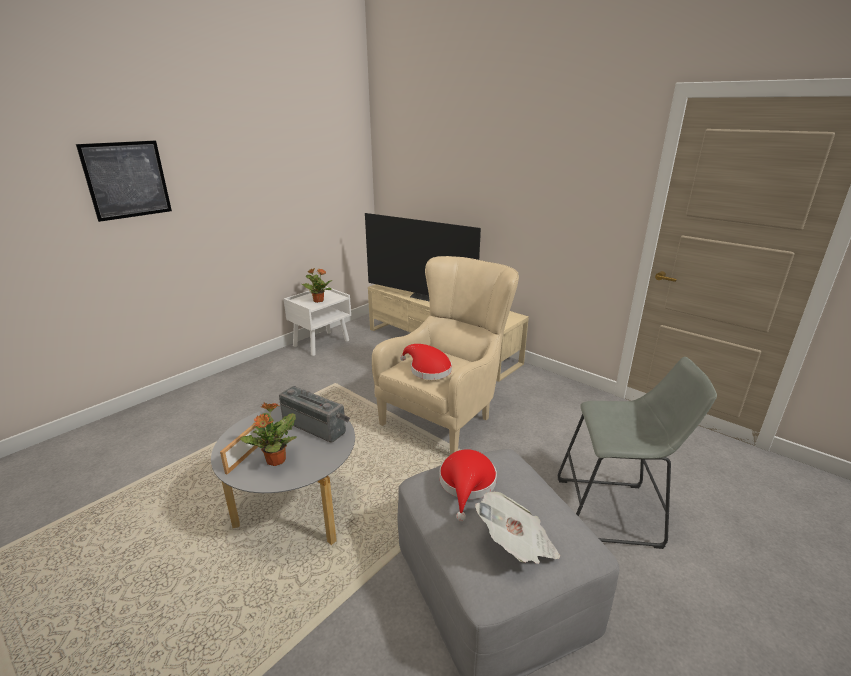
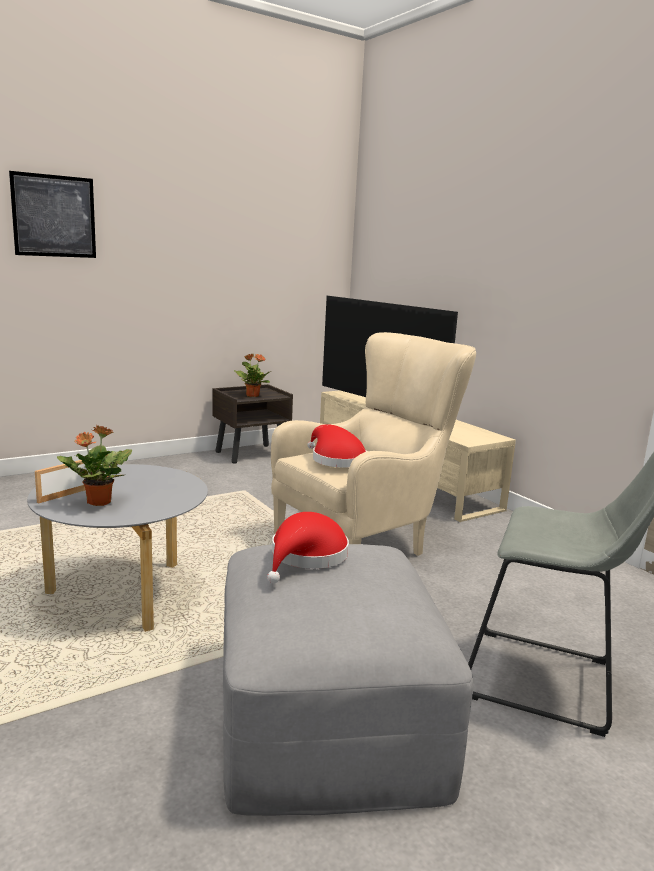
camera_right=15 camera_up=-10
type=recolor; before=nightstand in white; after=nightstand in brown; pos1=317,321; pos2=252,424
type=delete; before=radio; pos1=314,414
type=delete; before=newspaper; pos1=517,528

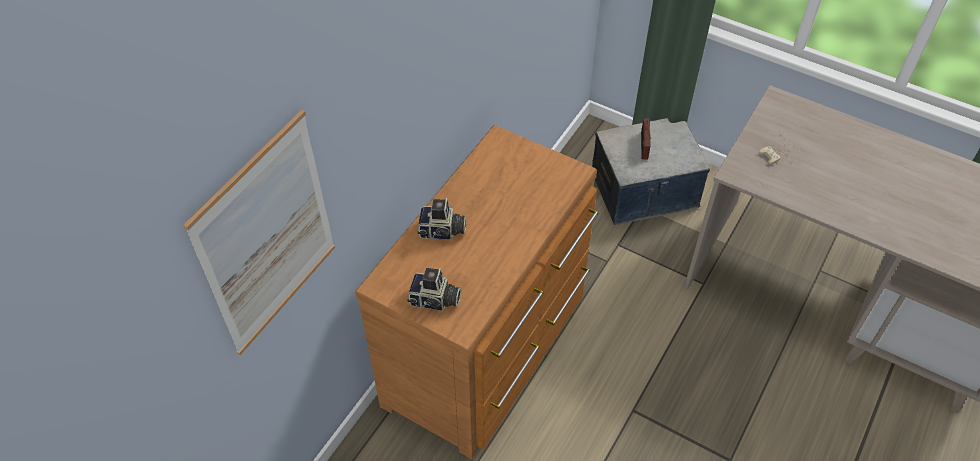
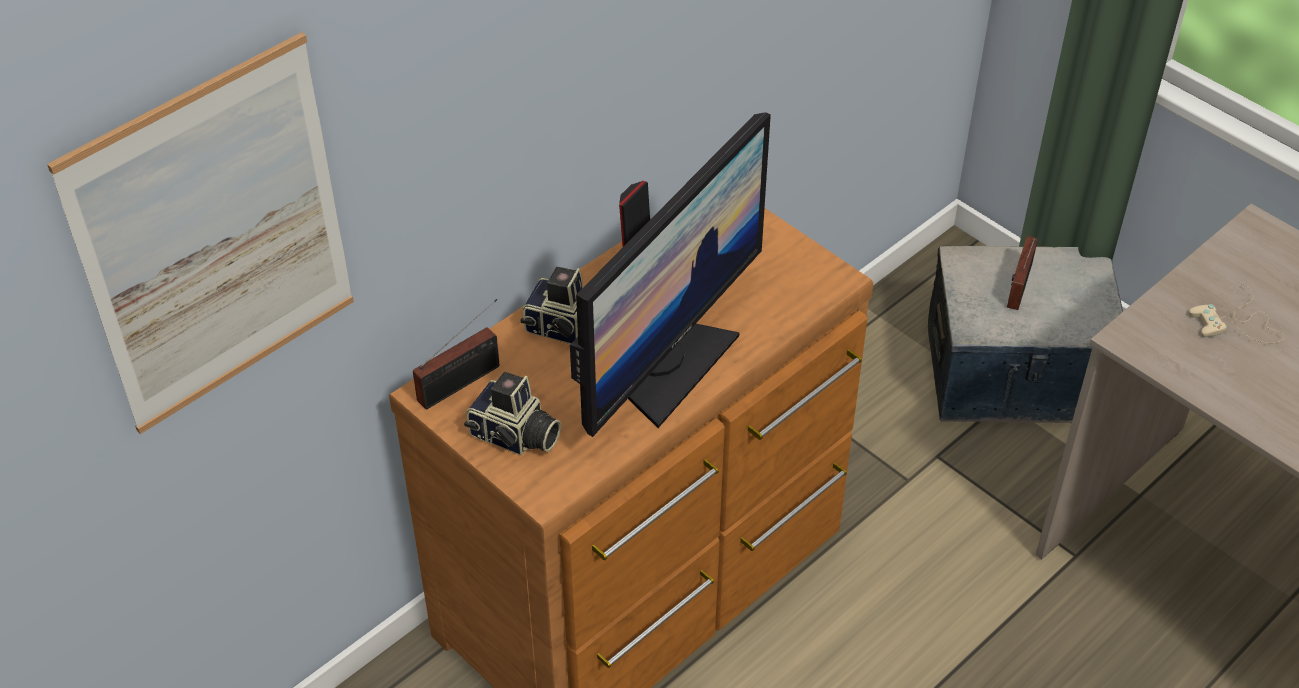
camera_right=15 camera_up=-5
type=insert; after=radio; pos2=456,354
type=insert; after=monitor; pos2=670,274

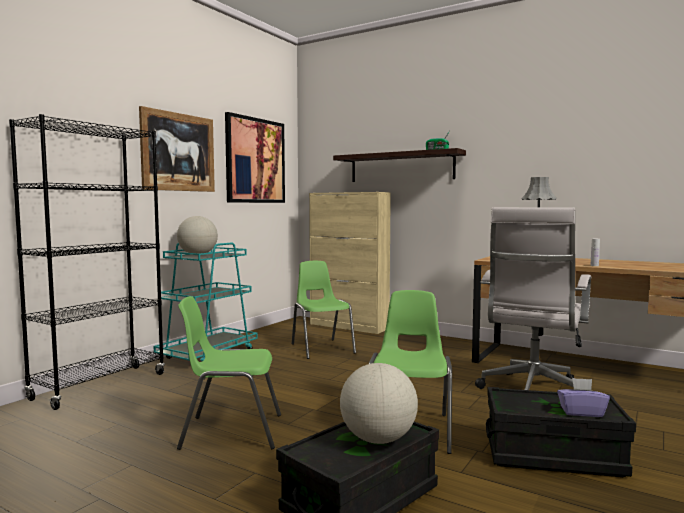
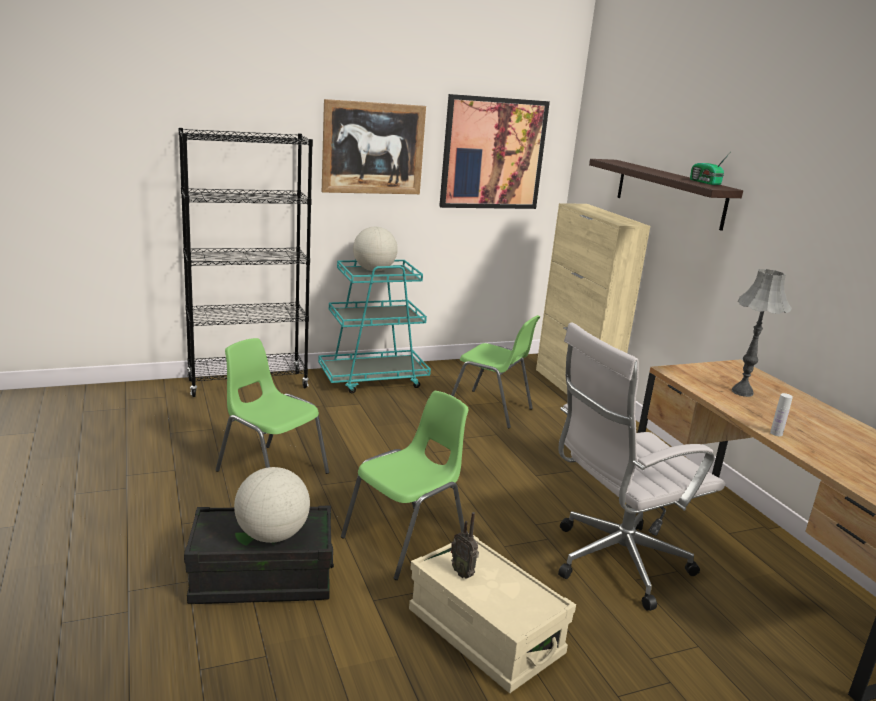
camera_right=35 camera_up=15
type=recolor; before=storage box in black; after=storage box in beige; pos1=561,432; pos2=492,613
type=rotate; before=chair in green; pos1=324,310; pos2=495,371; turn=105
type=insert; after=radio; pos2=465,545
type=delete; before=tissue box in purple; pos1=583,397

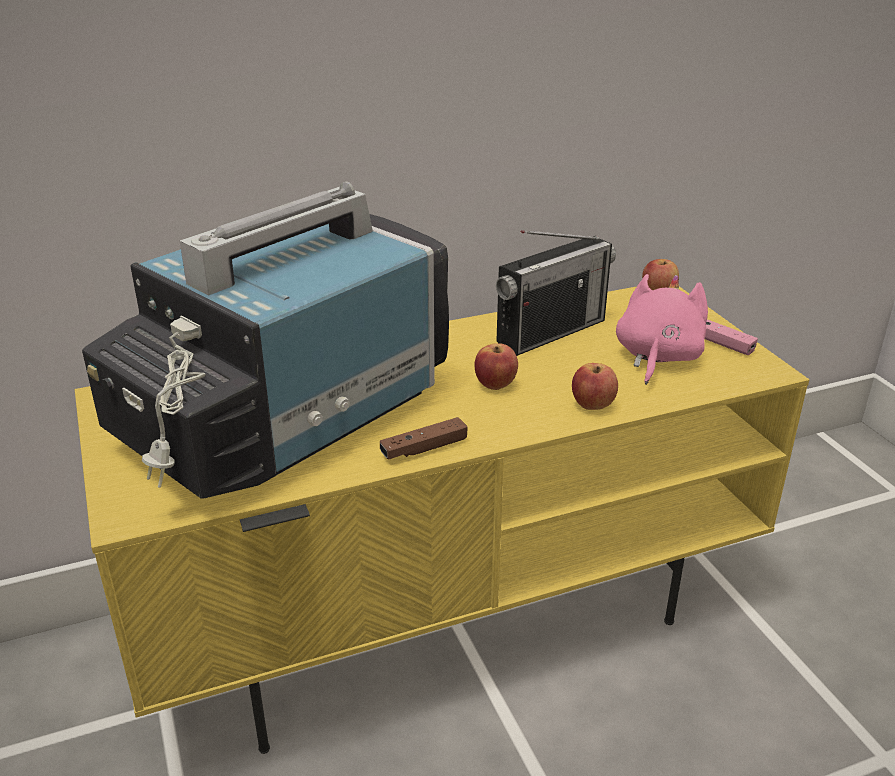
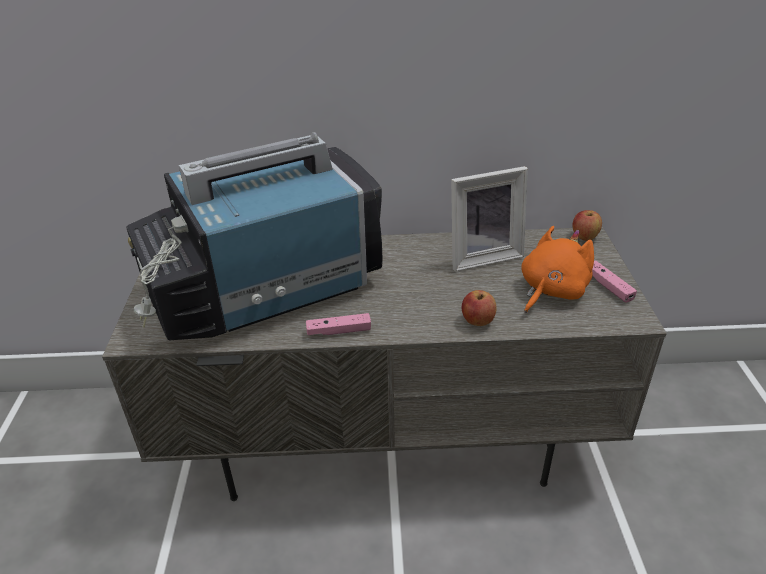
camera_right=20 camera_up=5
type=recolor; before=tv stand in yellow; after=tv stand in grey; pos1=442,520; pos2=384,364
type=recolor; before=game controller in brown; after=game controller in pink; pos1=424,438; pos2=338,324
type=replace; before=radio; after=picture frame; pos1=556,293; pos2=489,218
type=recolor; before=plush toy in pink; after=plush toy in orange; pos1=662,329; pos2=557,269
type=delete; before=apple; pos1=496,366

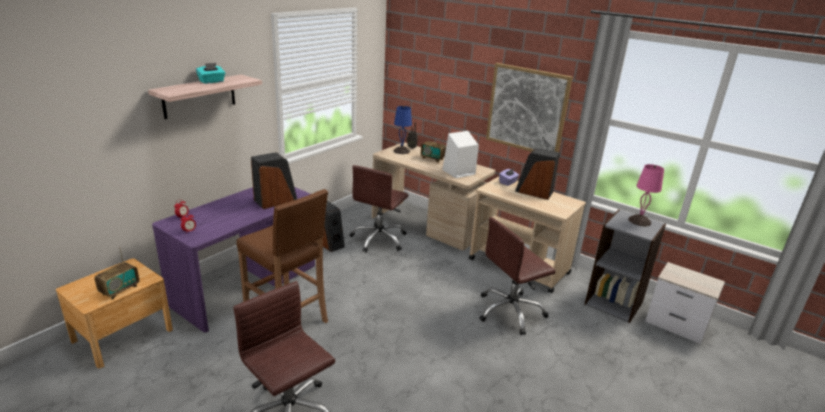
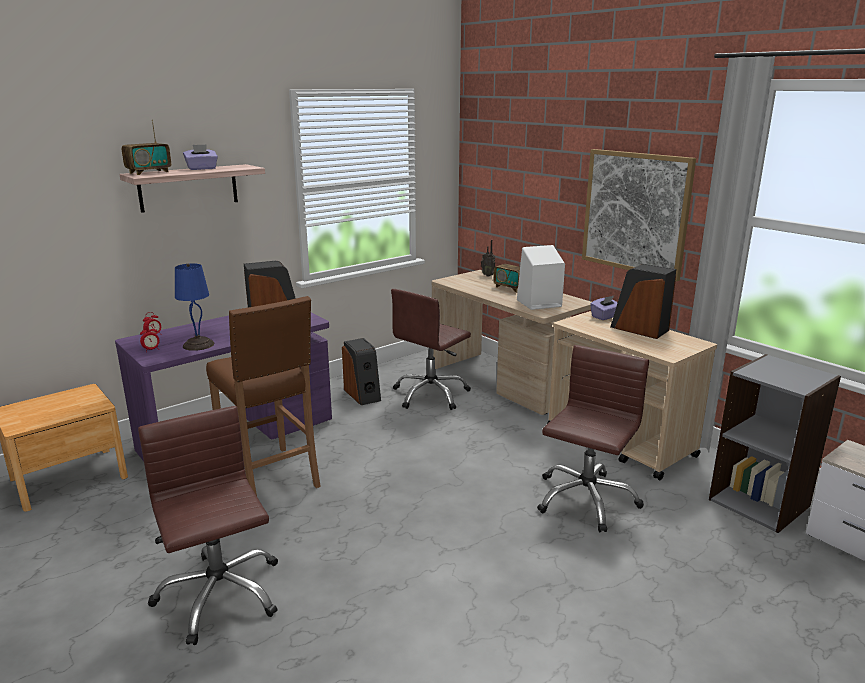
camera_right=15 camera_up=-5
type=move; before=radio; pos1=116,273; pos2=146,147
type=move; before=table lamp in blue; pos1=403,130; pos2=194,307
type=recolor; before=tissue box in turquoise; after=tissue box in purple; pos1=210,73; pos2=200,157
type=rotate; before=office chair in brown; pos1=517,276; pos2=593,438; turn=135
type=delete; before=table lamp in pink; pos1=646,195

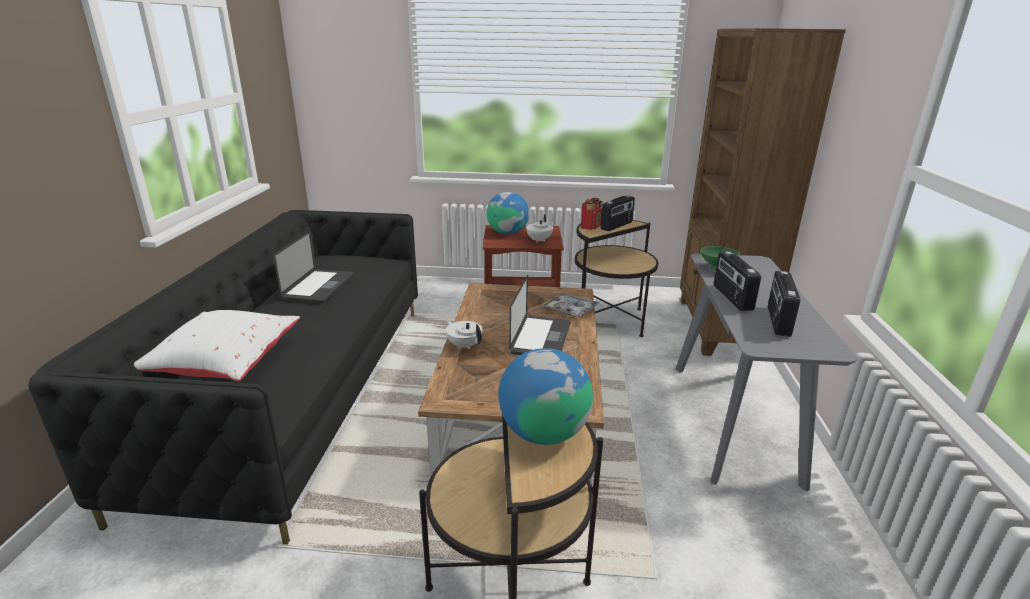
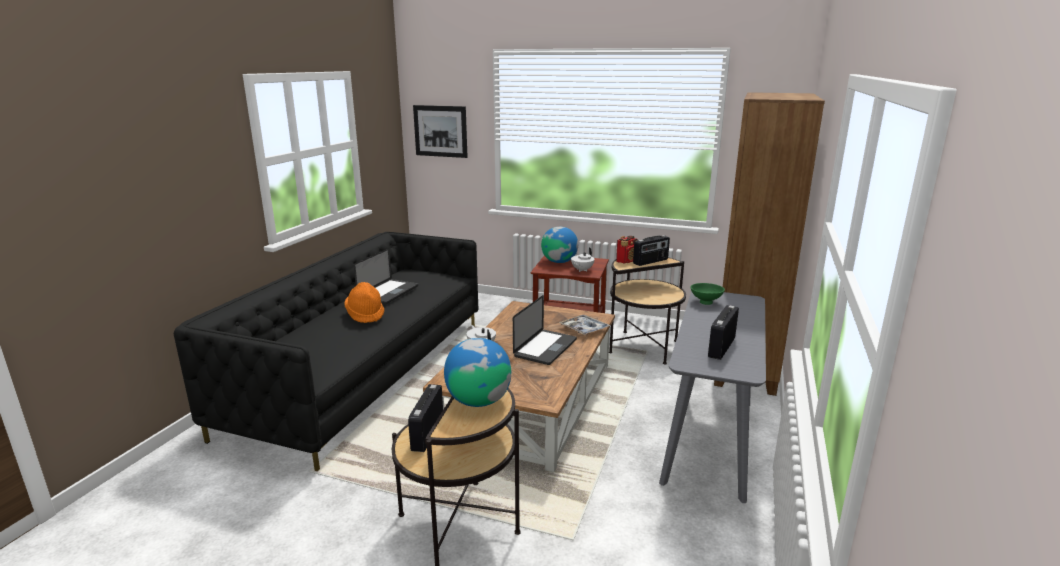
camera_right=15 camera_up=-5
type=insert; after=hat in orange; pos2=364,302
type=move; before=radio; pos1=737,281; pos2=425,418
type=insert; after=picture; pos2=440,131
type=delete; before=pillow in white; pos1=217,346

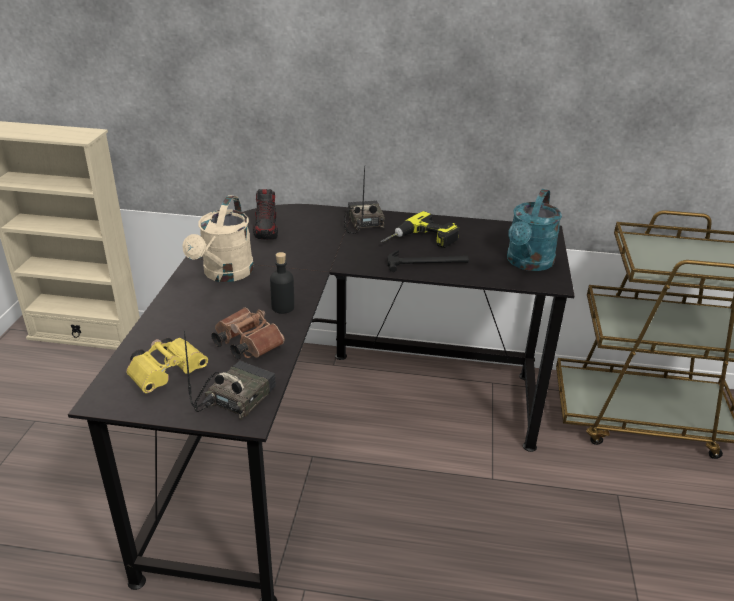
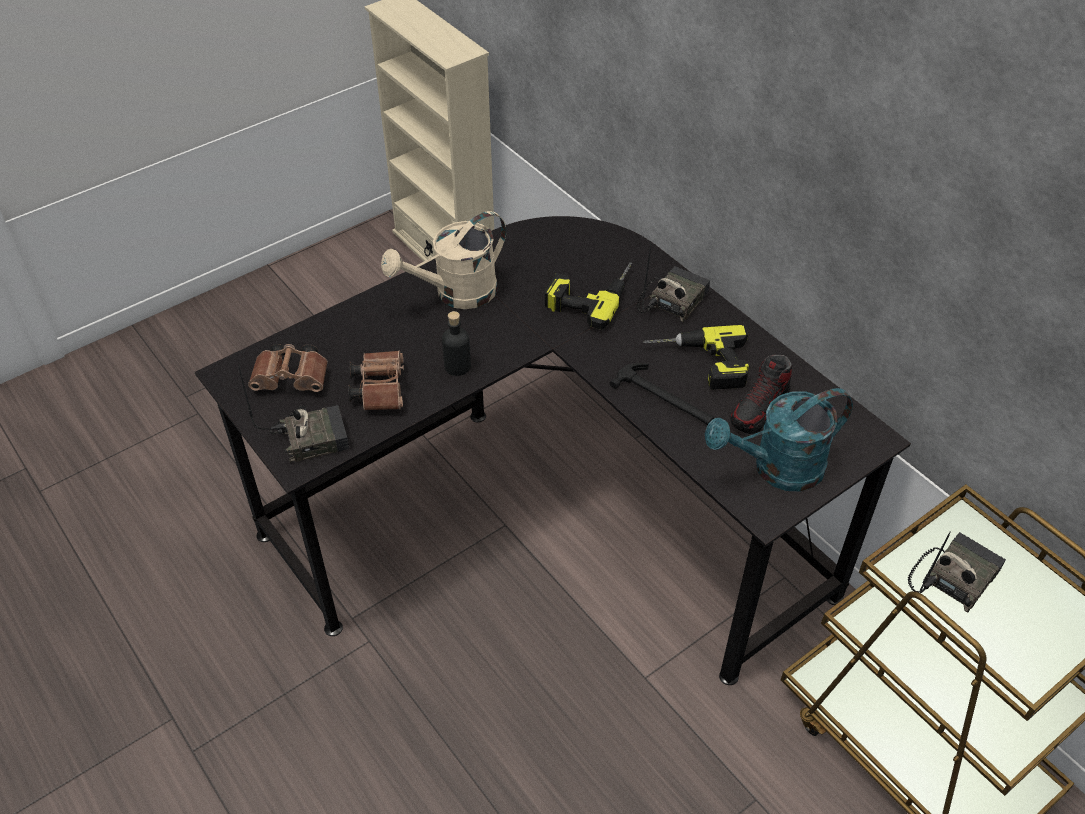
camera_right=45 camera_up=15
type=recolor; before=binoculars in yellow; after=binoculars in brown; pos1=167,365; pos2=288,368
type=insert; after=power drill; pos2=589,296
type=move; before=shoe; pos1=265,214; pos2=761,394
type=insert; after=radio; pos2=957,572

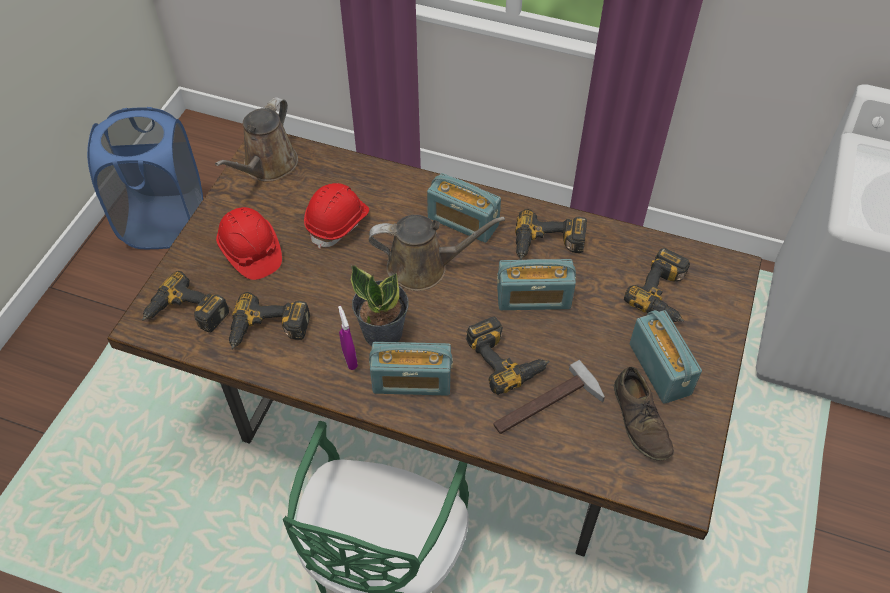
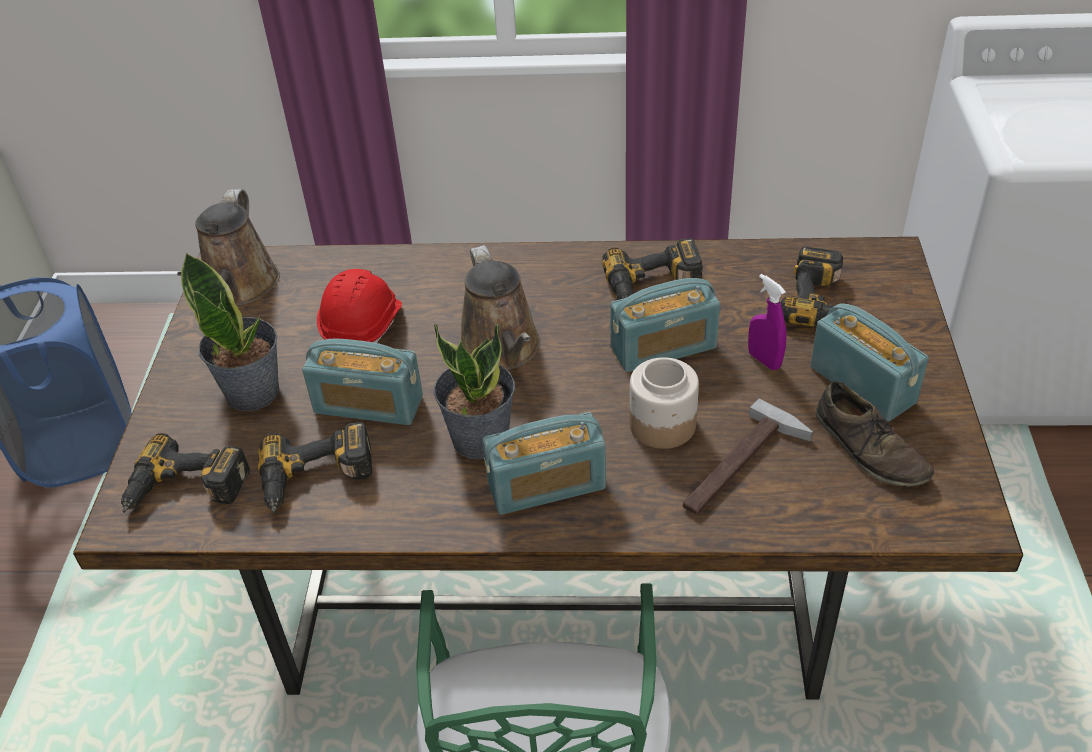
camera_right=-15 camera_up=-10
type=replace; before=hard hat in red; after=potted plant; pos1=249,243; pos2=230,331
type=move; before=radio; pos1=464,208; pos2=362,382
type=rotate; before=watering can in brown; pos1=437,253; pos2=499,307; turn=90
type=replace; before=power drill; after=jar; pos1=507,356; pos2=664,403
type=move; before=spray bottle in purple; pos1=348,338; pos2=767,322

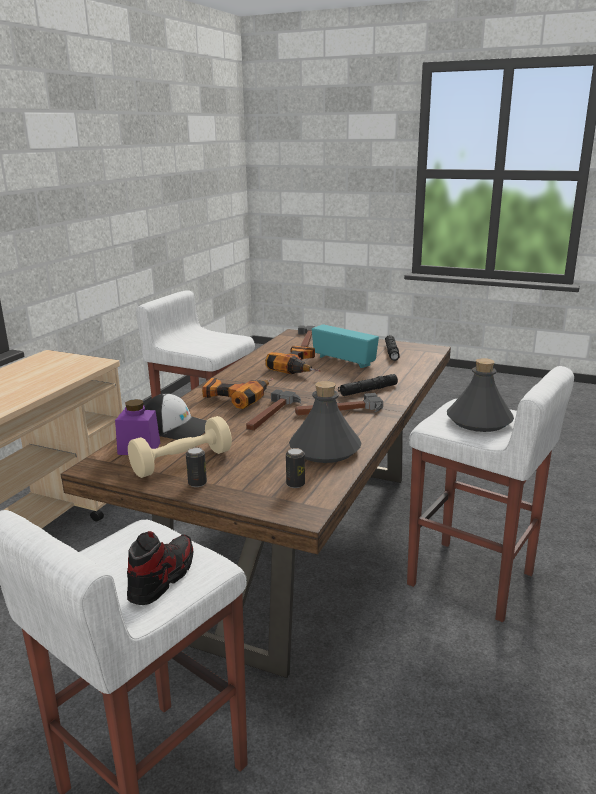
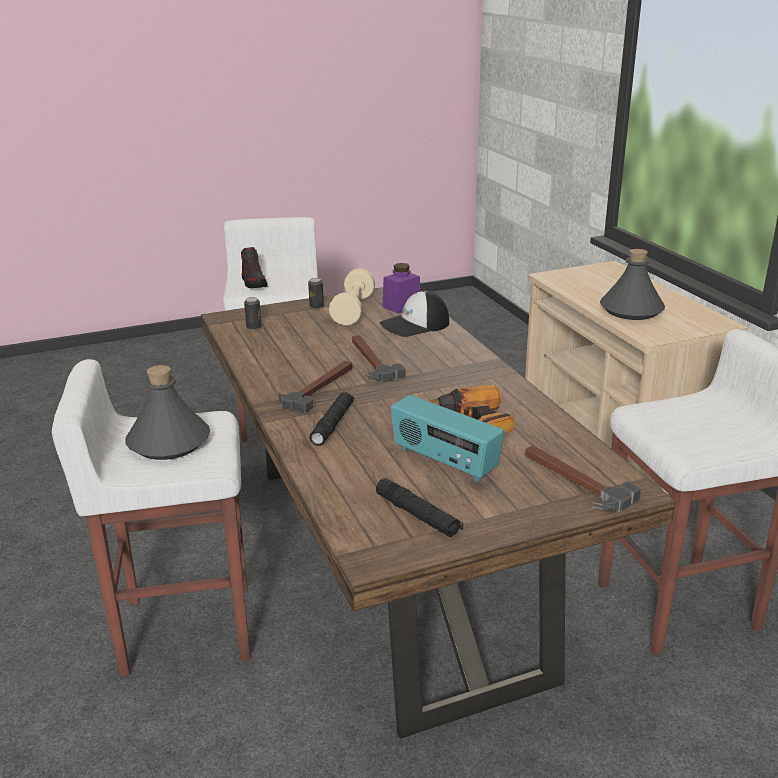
camera_right=135 camera_up=5
type=rotate; before=radio; pos1=345,346; pos2=447,438; turn=45
type=move; before=bottle in grey; pos1=325,422; pos2=632,284
type=delete; before=power drill; pos1=237,393

